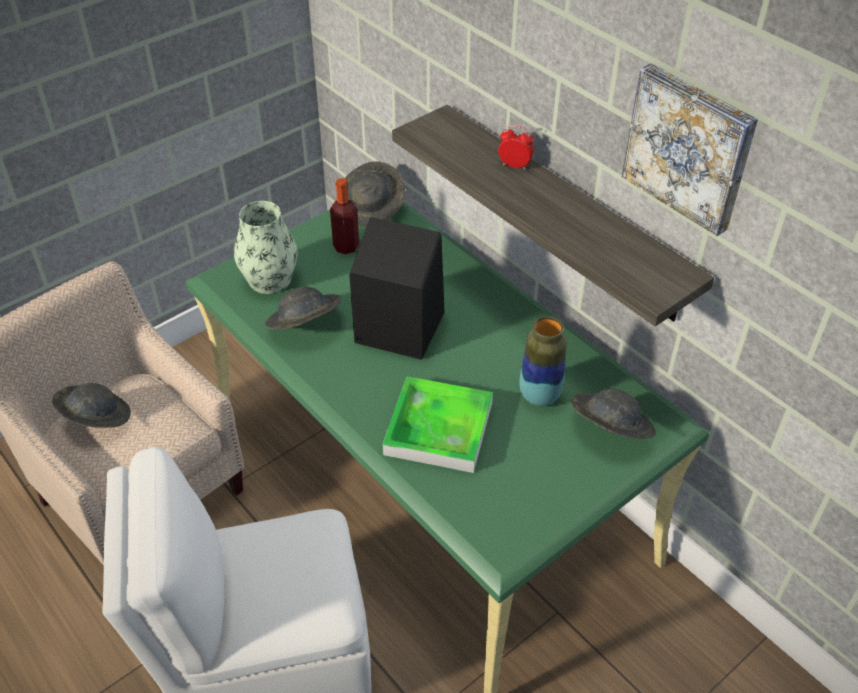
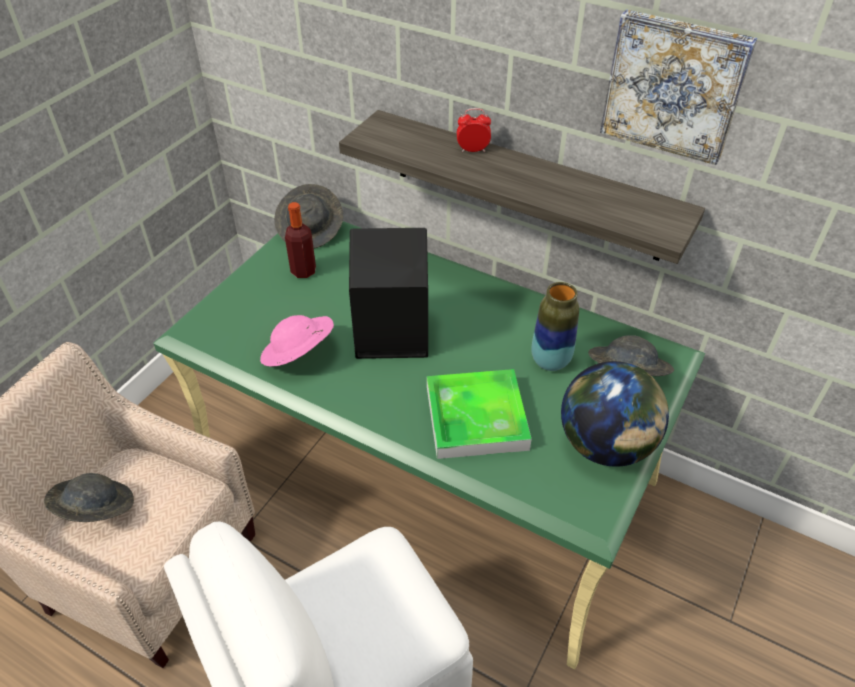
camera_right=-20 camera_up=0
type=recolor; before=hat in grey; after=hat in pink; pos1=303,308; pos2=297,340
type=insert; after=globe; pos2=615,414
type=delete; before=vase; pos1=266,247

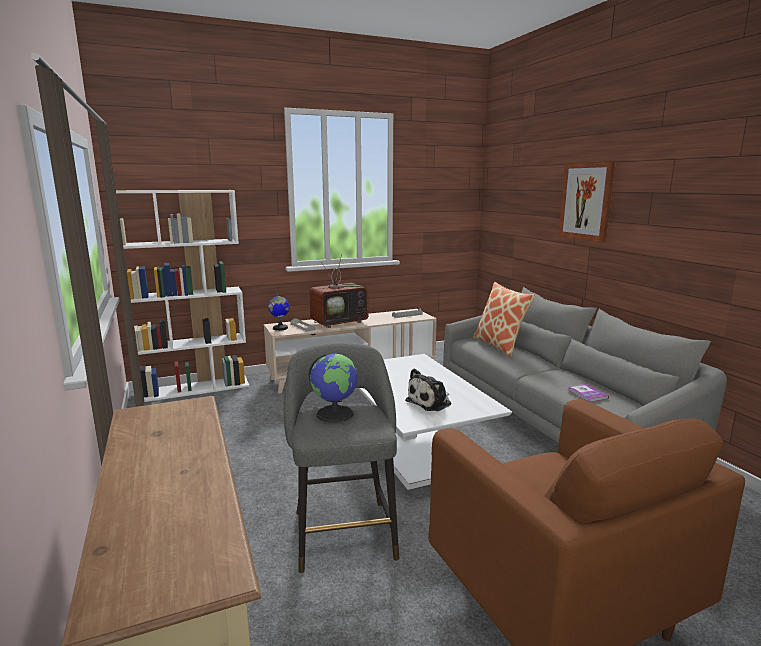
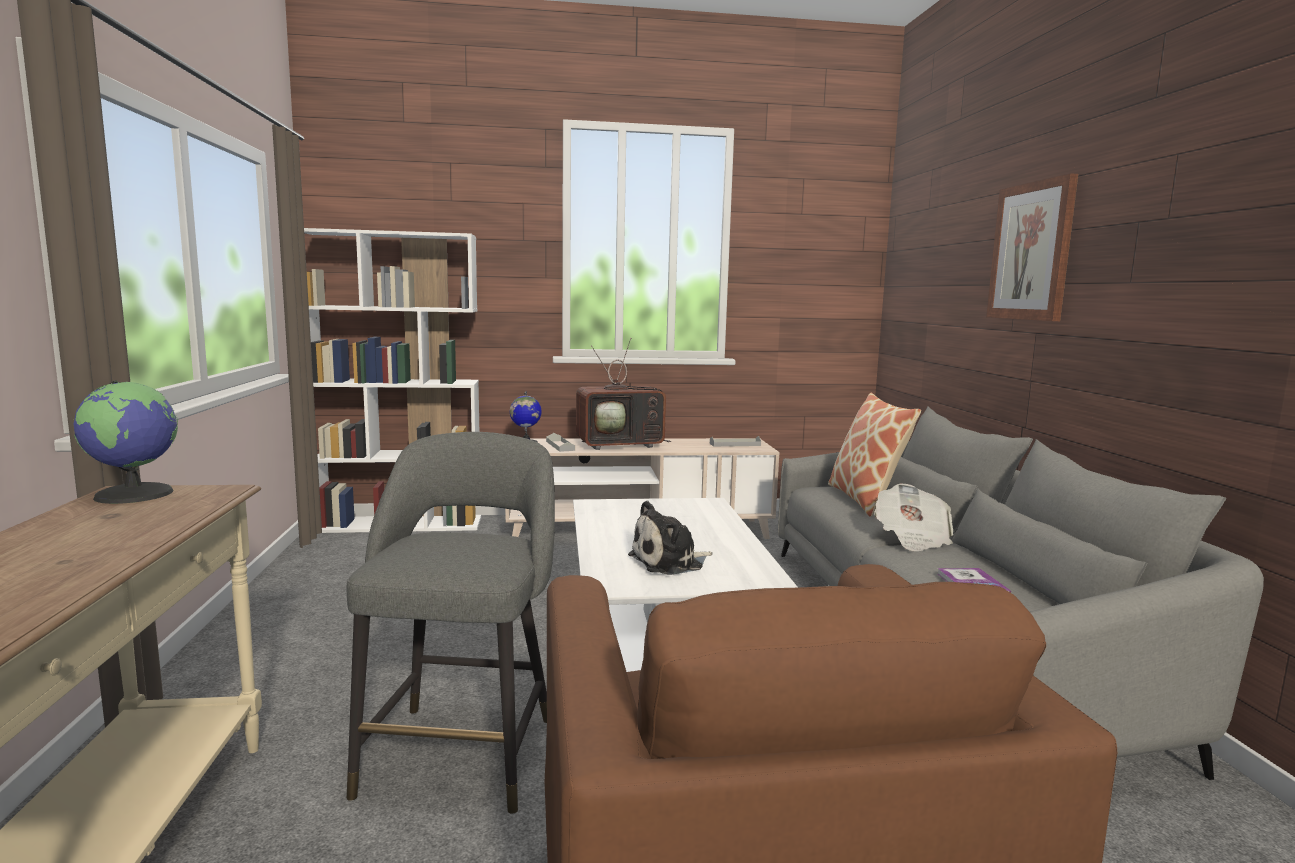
camera_right=15 camera_up=-5
type=move; before=globe; pos1=333,388; pos2=125,442
type=insert; after=newspaper; pos2=913,517

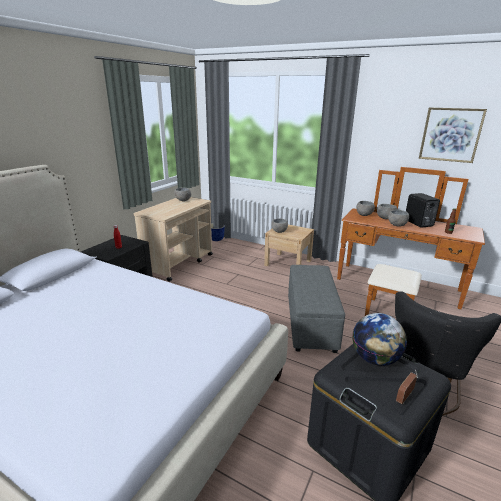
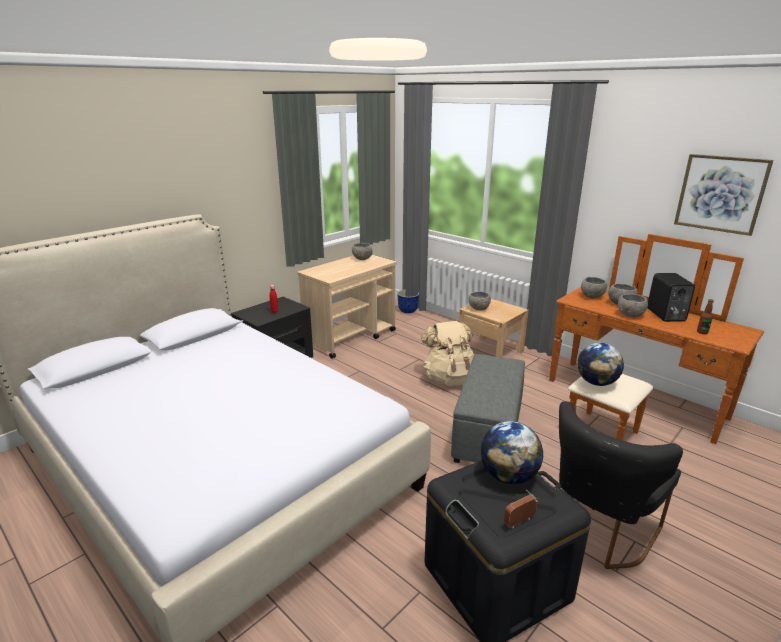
camera_right=15 camera_up=0
type=insert; after=backpack in beige; pos2=447,353
type=insert; after=globe; pos2=600,364

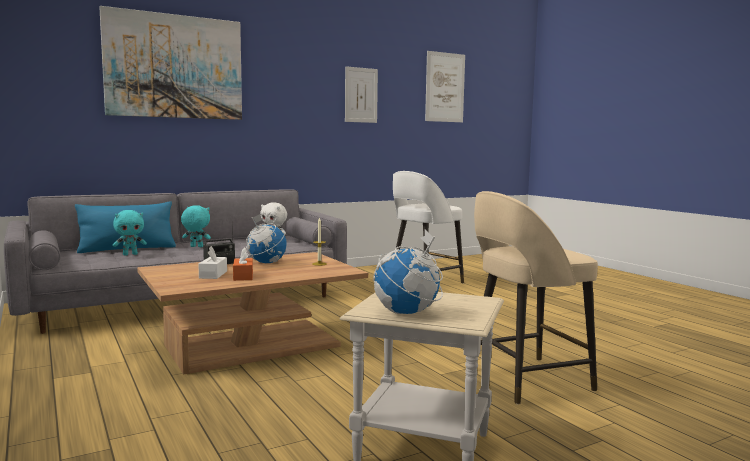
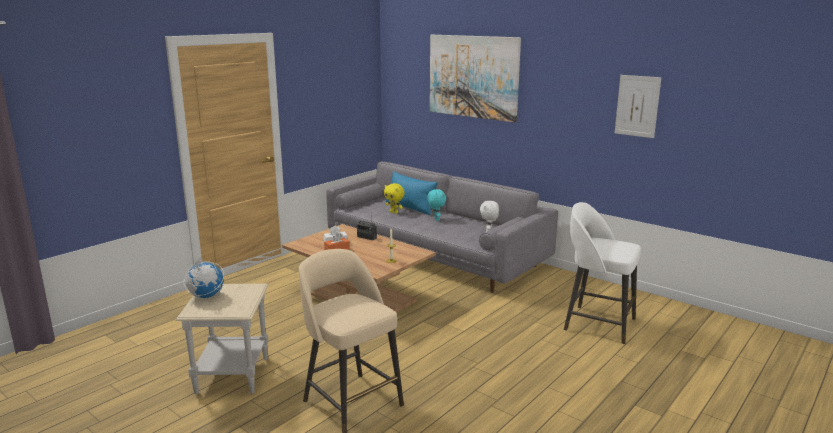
camera_right=70 camera_up=10
type=recolor; before=plush toy in turquoise; after=plush toy in yellow; pos1=130,233; pos2=394,198
type=delete; before=globe; pos1=266,238
type=delete; before=picture; pos1=445,86

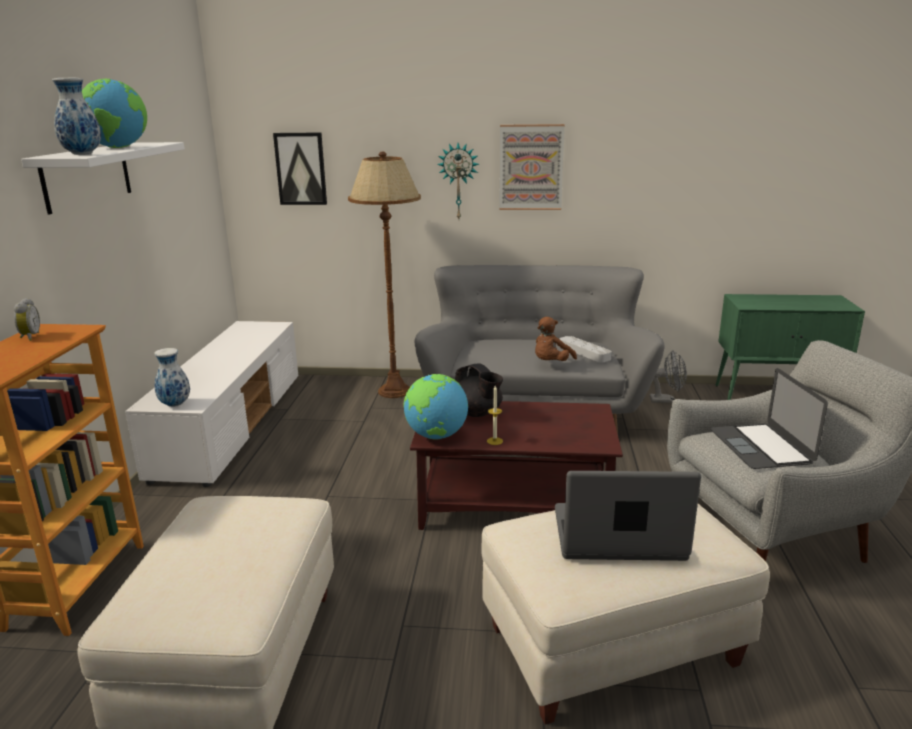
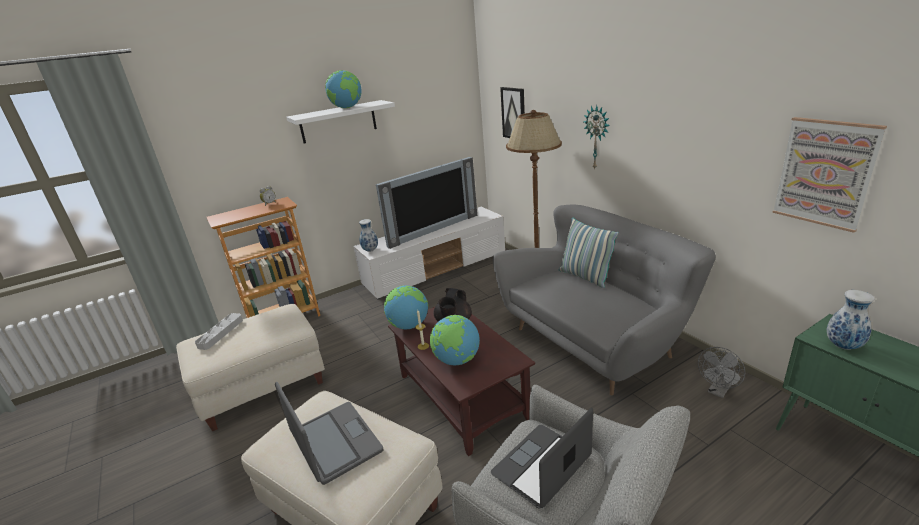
camera_right=55 camera_up=5
type=move; before=tray in grey; pos1=586,349; pos2=219,331
type=insert; after=television; pos2=426,203
type=insert; after=globe; pos2=455,340
type=insert; after=pillow; pos2=589,252
type=rotate; before=fan in grey; pos1=668,376; pos2=721,372; turn=75
type=move; before=picture; pos1=532,167; pos2=829,175
type=move; before=vase; pos1=76,116; pos2=850,320
type=delete; before=plush toy in brown; pos1=556,339

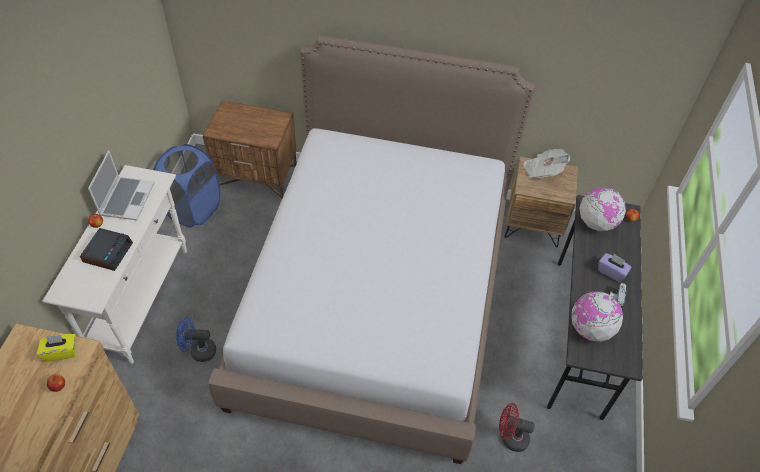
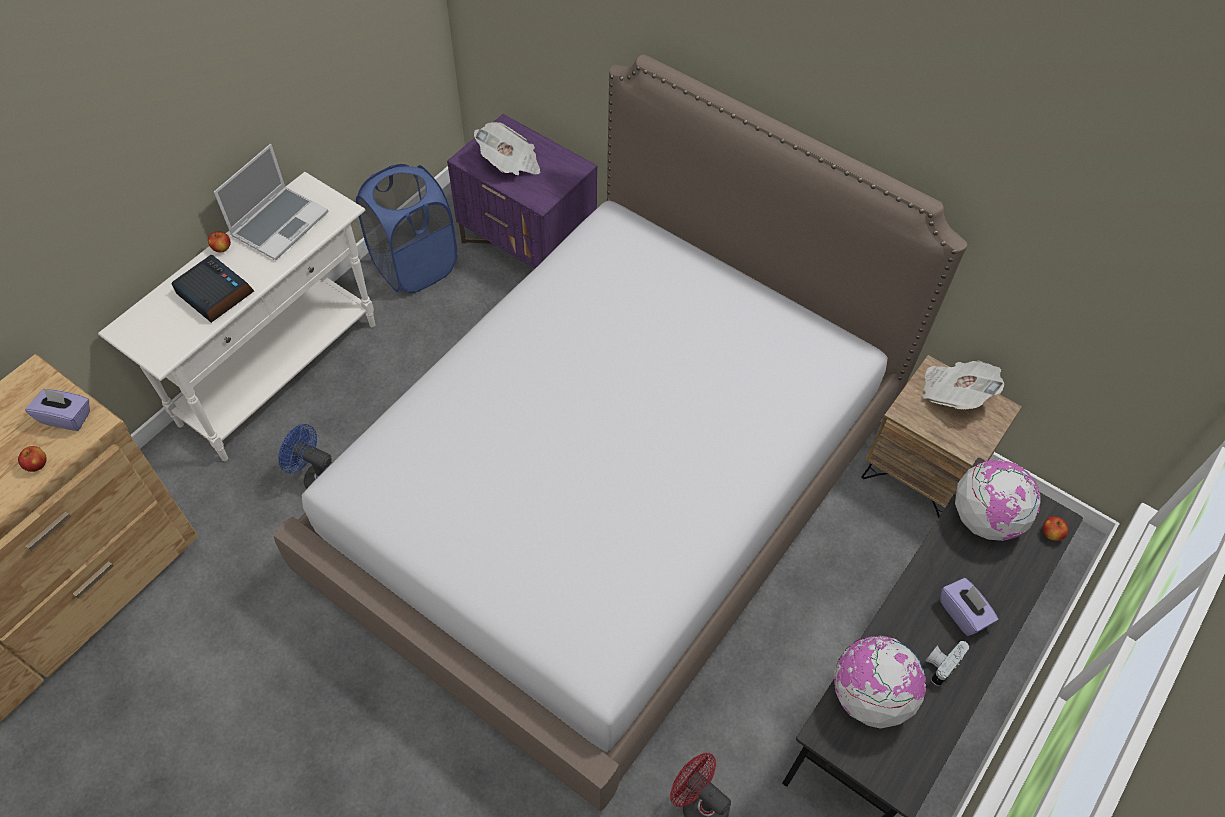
camera_right=25 camera_up=5
type=recolor; before=tissue box in yellow; after=tissue box in purple; pos1=56,348; pos2=57,410
type=rotate; before=alarm clock; pos1=106,249; pos2=213,289; turn=-90
type=recolor; before=nightstand in brown; after=nightstand in purple; pos1=250,149; pos2=522,191
type=insert; after=newspaper; pos2=507,148

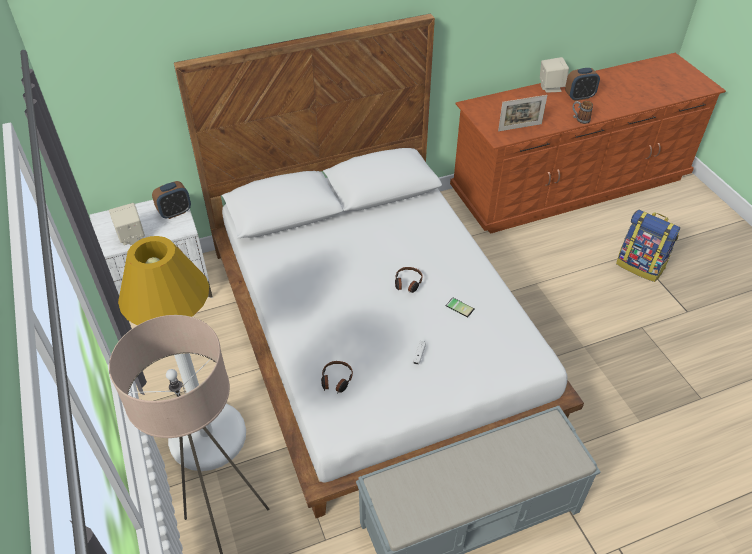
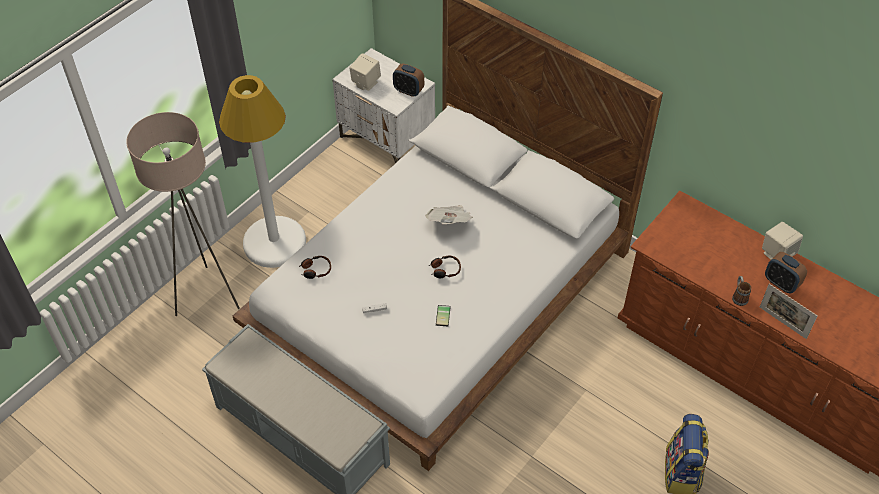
camera_right=60 camera_up=5
type=insert; after=newspaper; pos2=449,214
type=move; before=picture frame; pos1=522,113; pos2=788,311

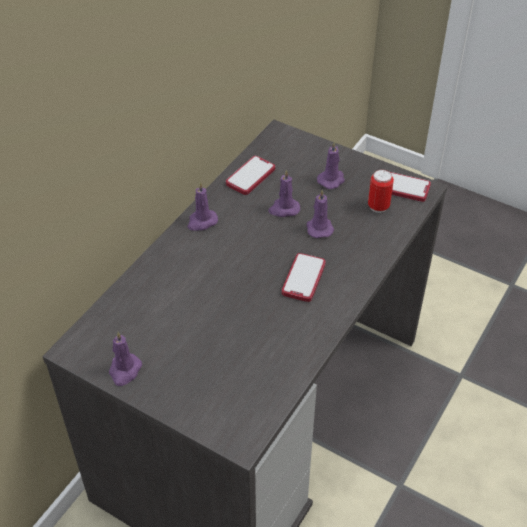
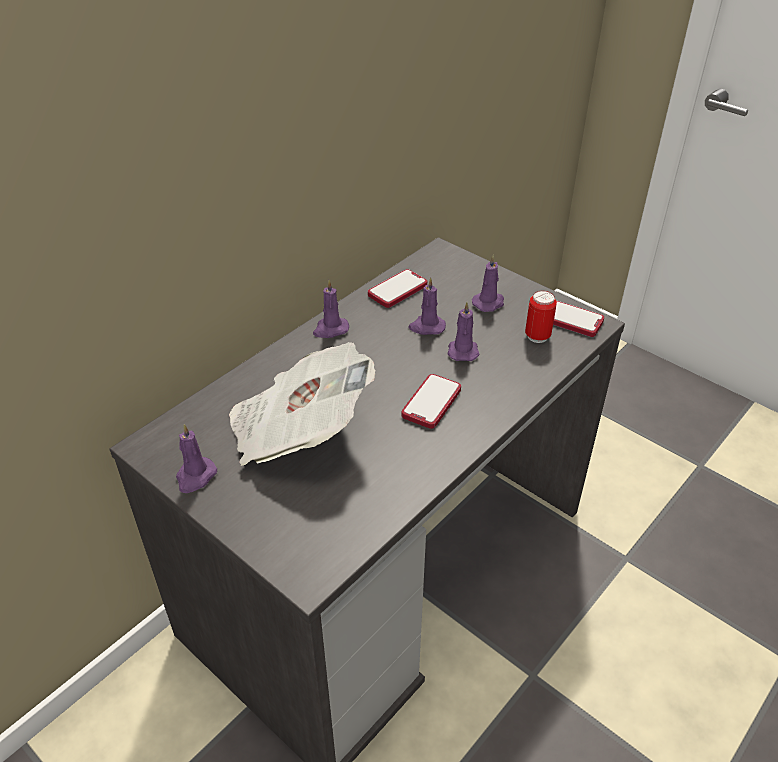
camera_right=10 camera_up=-5
type=insert; after=newspaper; pos2=302,404

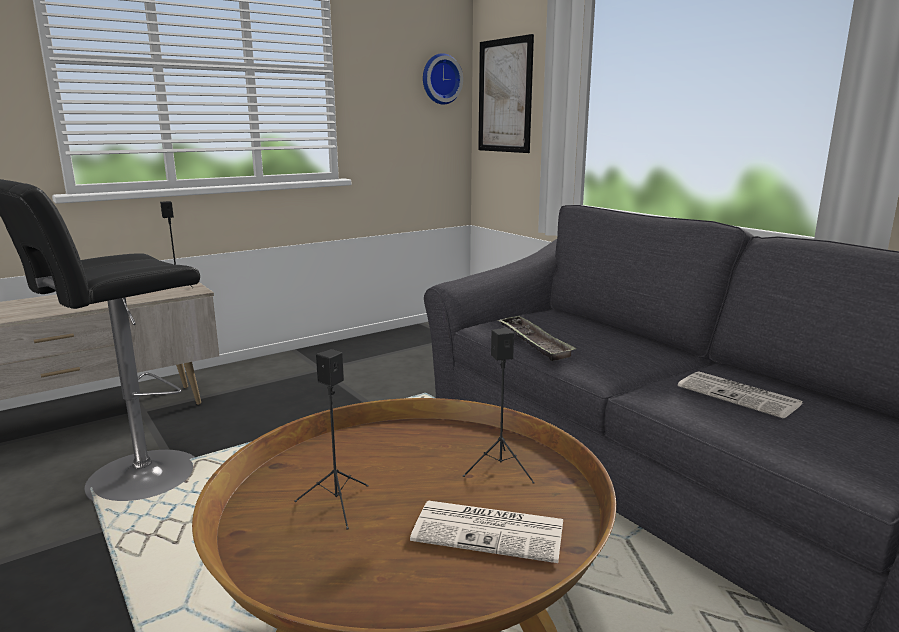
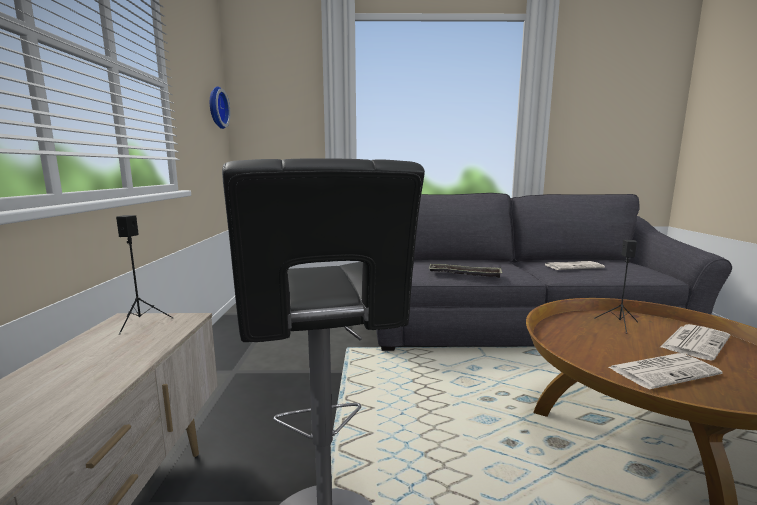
camera_right=-55 camera_up=-5
type=replace; before=speaker in black; after=newspaper; pos1=331,439; pos2=666,371
type=delete; before=picture; pos1=506,93

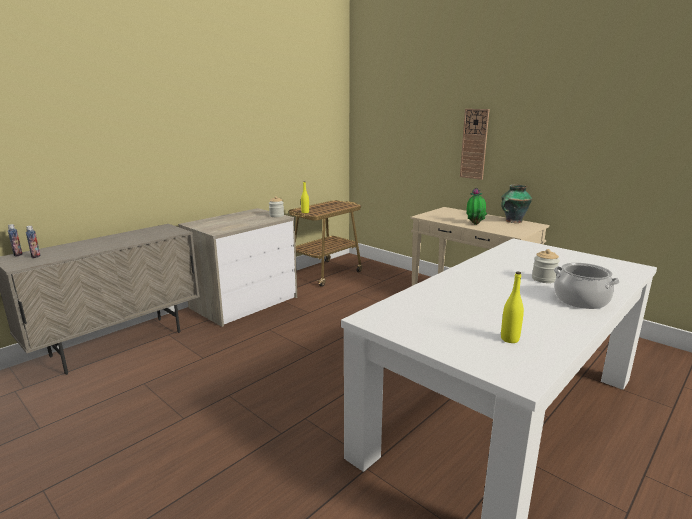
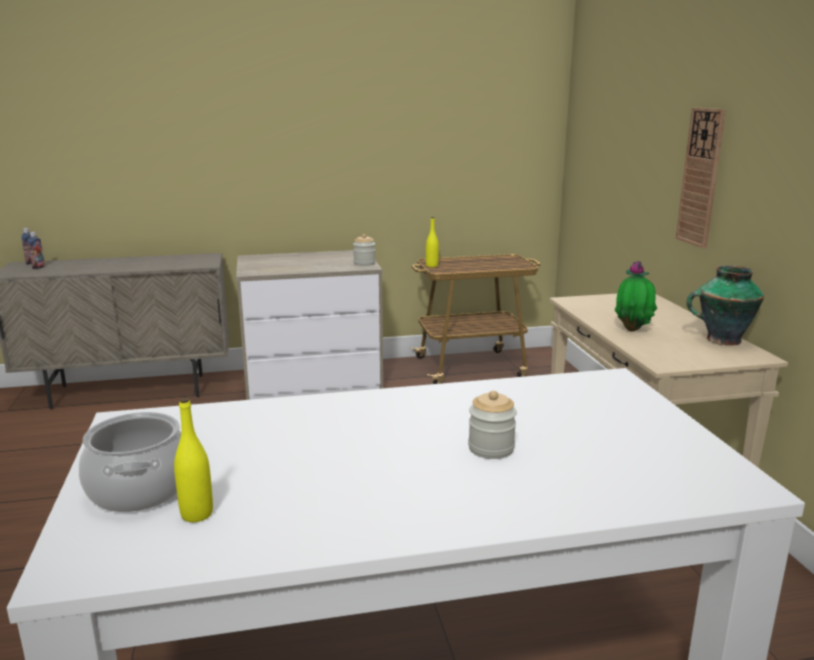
camera_right=35 camera_up=0
type=move; before=cooking pot; pos1=587,286; pos2=130,462

